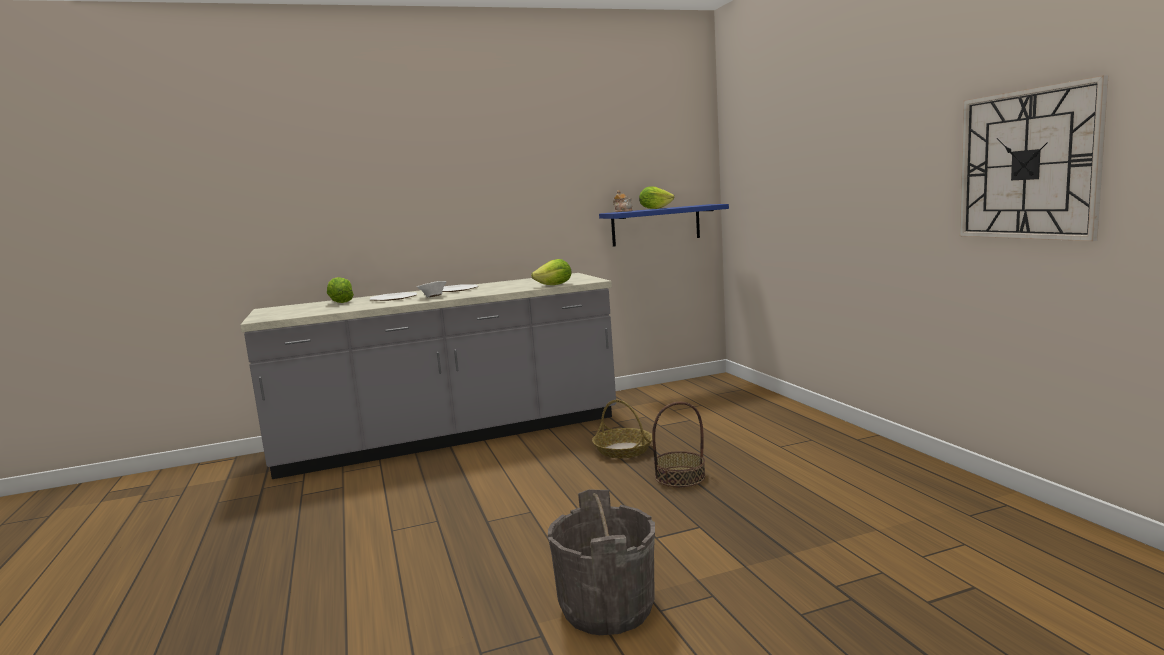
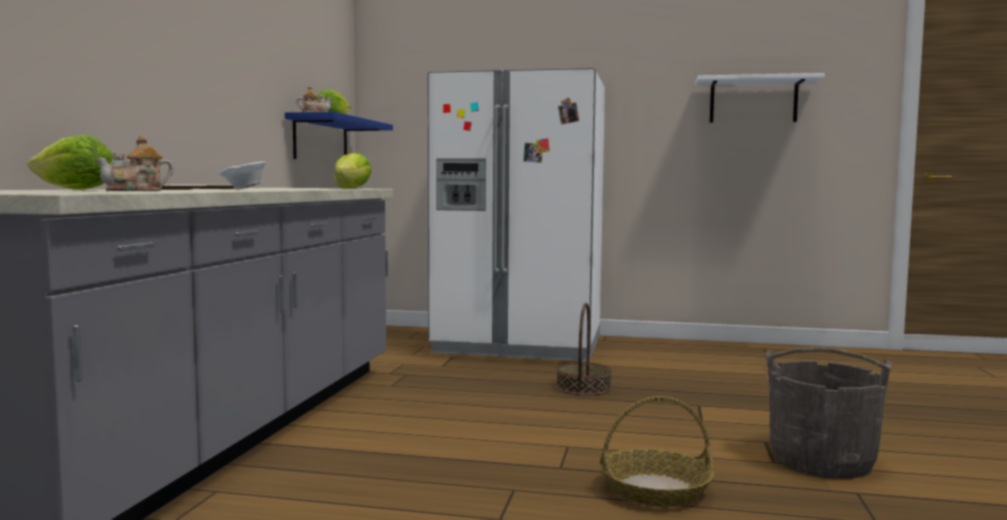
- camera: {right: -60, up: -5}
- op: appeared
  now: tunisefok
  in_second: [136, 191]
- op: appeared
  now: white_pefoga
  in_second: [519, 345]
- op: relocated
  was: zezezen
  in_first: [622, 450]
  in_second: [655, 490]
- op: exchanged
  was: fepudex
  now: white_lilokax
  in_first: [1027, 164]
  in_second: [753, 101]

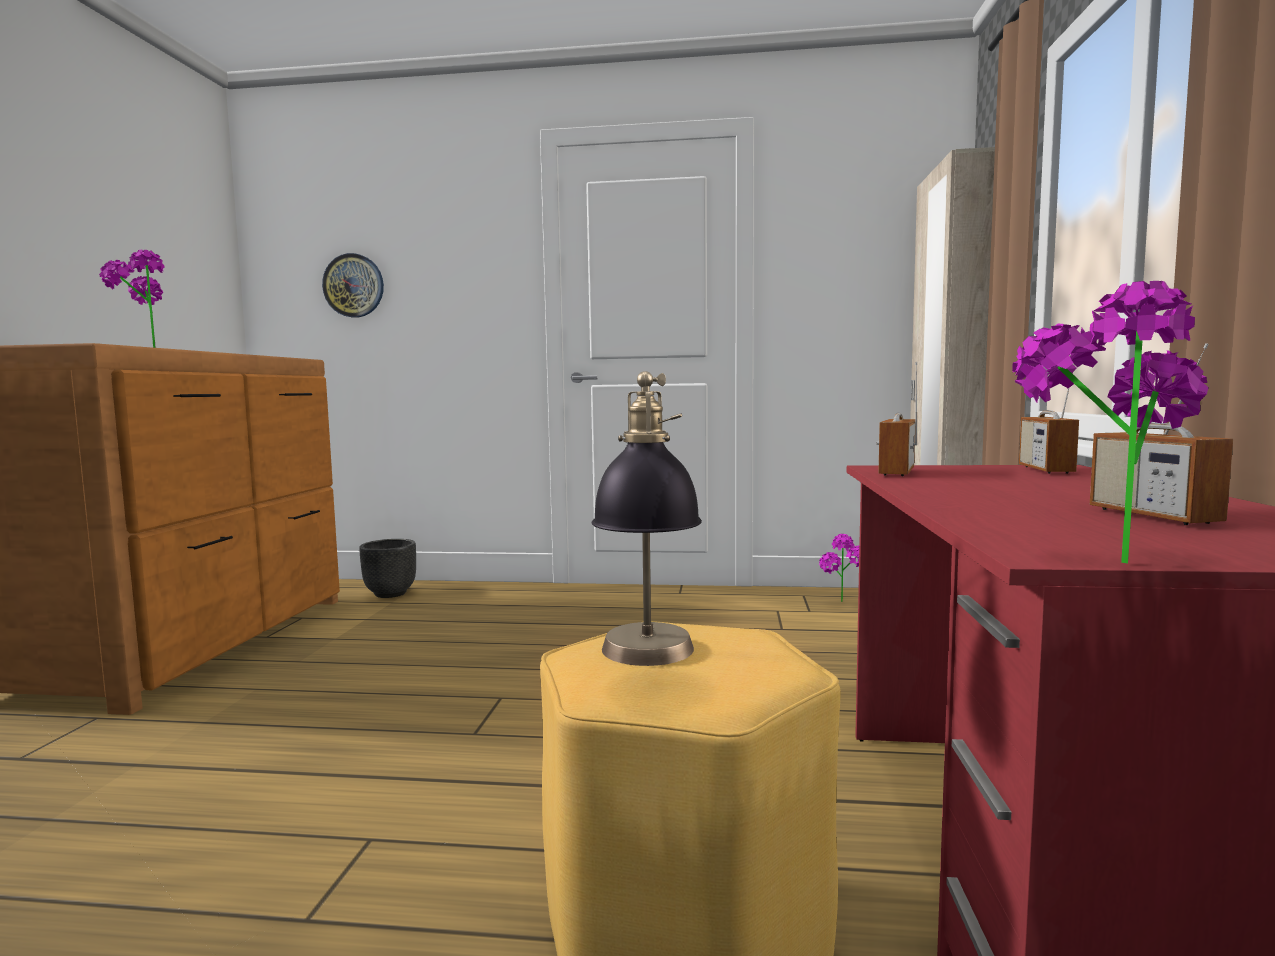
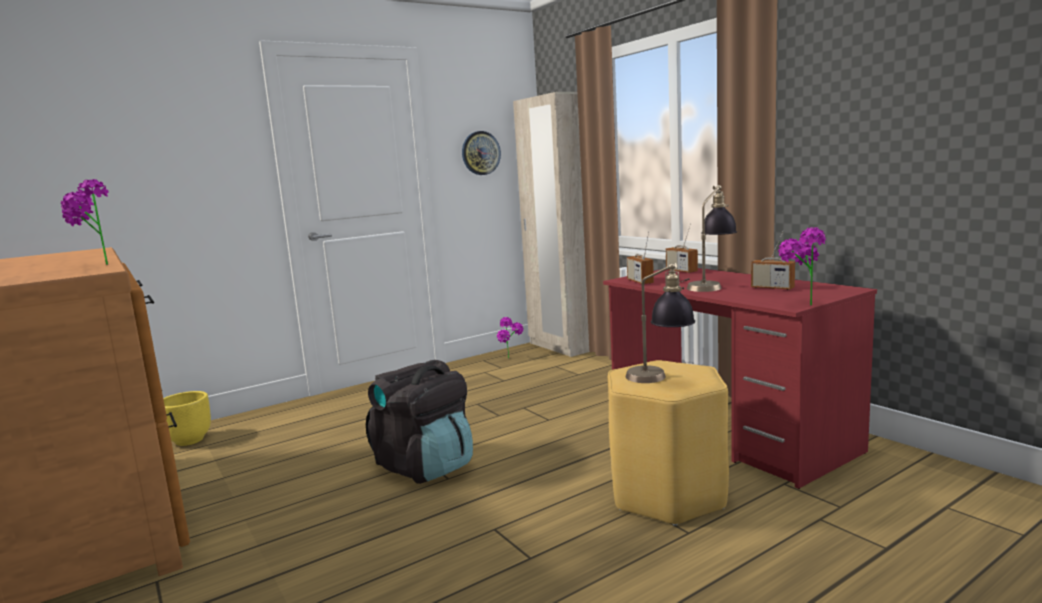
- camera: {right: -40, up: 5}
- op: appeared
  now: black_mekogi
  in_second: [425, 466]
- op: appeared
  now: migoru
  in_second: [712, 285]
- op: relocated
  was: fepudex
  in_first: [354, 285]
  in_second: [480, 153]
- op: colour
  was: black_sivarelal
  now: yellow_sivarelal
  in_first: [391, 594]
  in_second: [189, 440]

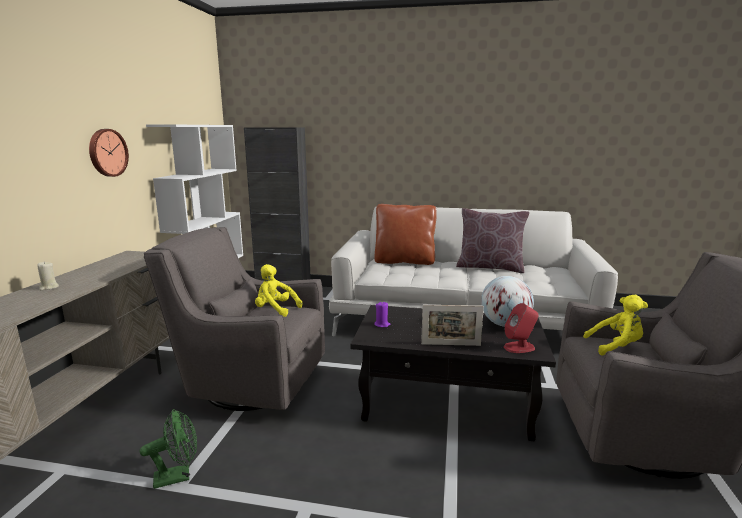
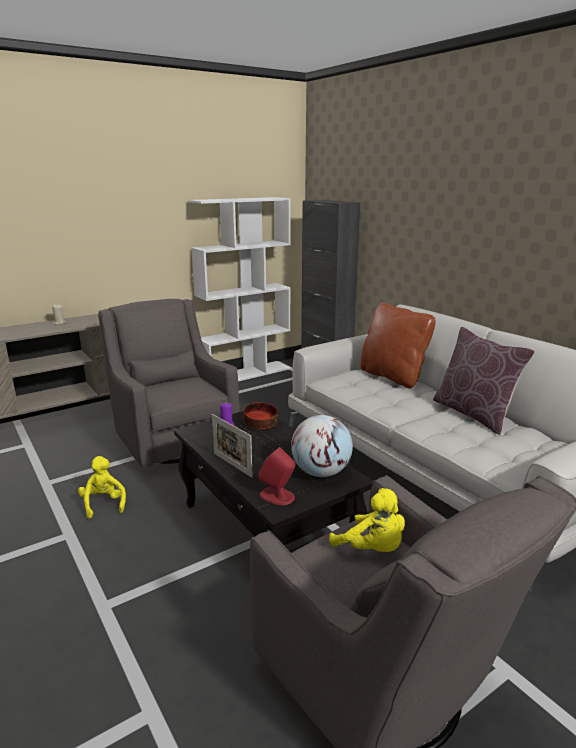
- camera: {right: 45, up: 5}
- op: missing
  was: fepudex
  in_first: [107, 152]
- op: missing
  was: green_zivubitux
  in_first: [178, 476]
- op: appeared
  now: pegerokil
  in_second: [260, 423]
- op: relocated
  was: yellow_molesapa
  in_first: [275, 310]
  in_second: [103, 504]

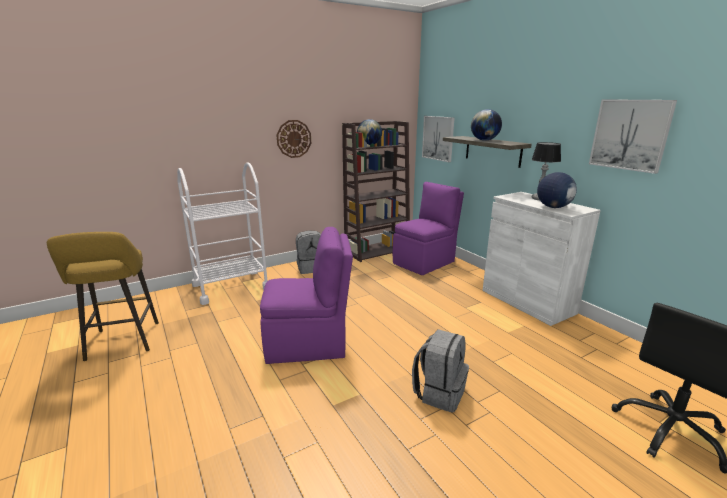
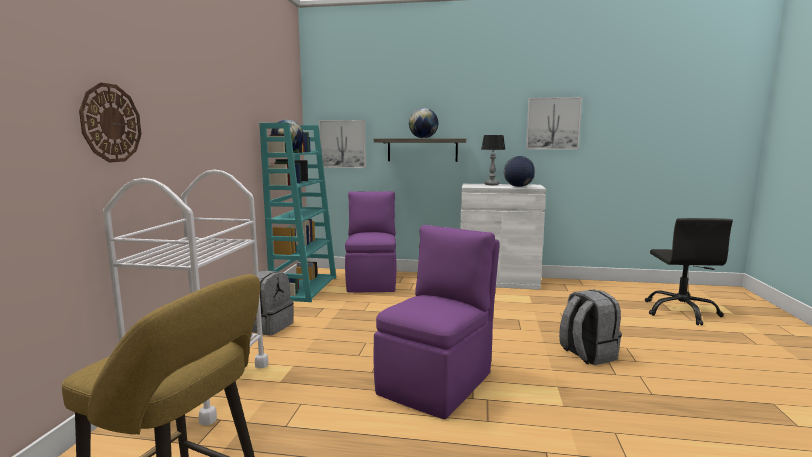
- camera: {right: -50, up: -10}
- op: relocated
  was: fepudex
  in_first: [294, 139]
  in_second: [111, 123]
- op: colour
  was: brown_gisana
  now: turquoise_gisana
  in_first: [377, 250]
  in_second: [304, 287]

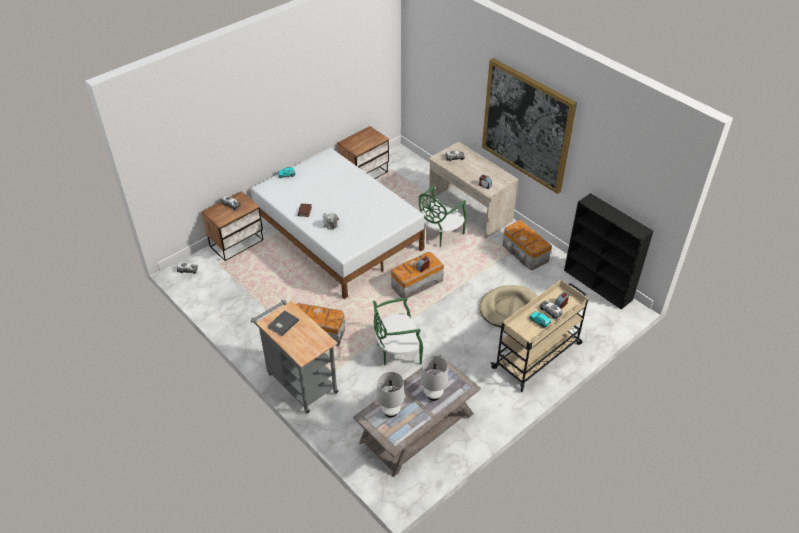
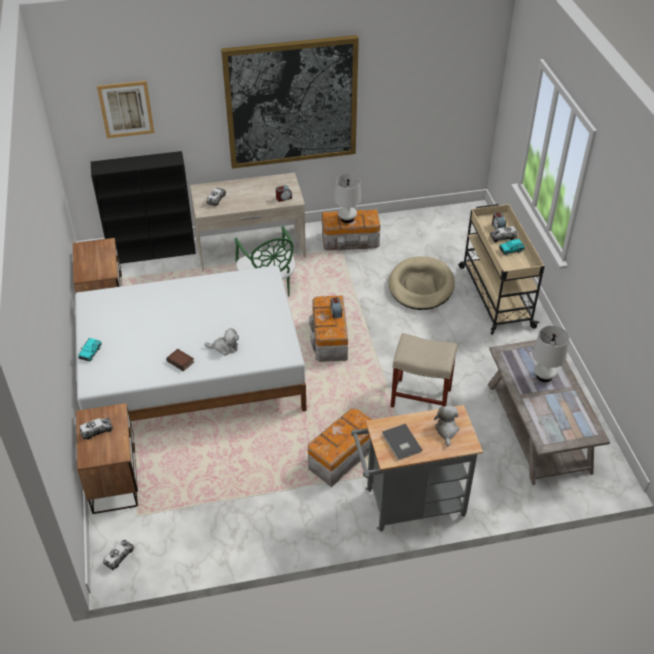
- camera: {right: -60, up: 0}
- op: appeared
  now: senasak
  in_second: [126, 109]
- op: appeared
  now: molesapa
  in_second: [446, 430]
- op: relocated
  was: white_migoru
  in_first: [390, 411]
  in_second: [347, 219]
- op: relocated
  was: black_gisana
  in_first: [598, 285]
  in_second: [153, 252]
- op: exchanged
  was: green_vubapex
  now: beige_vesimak
  in_first: [397, 351]
  in_second: [420, 398]

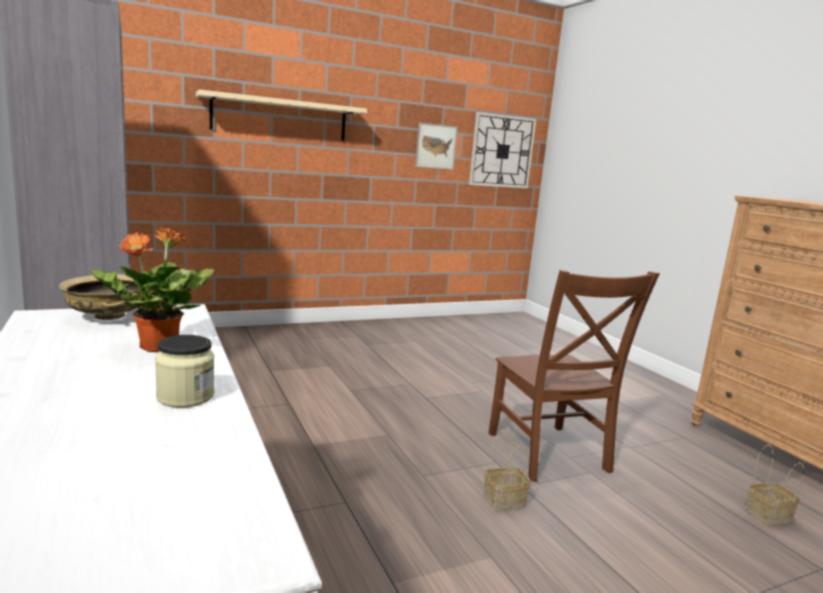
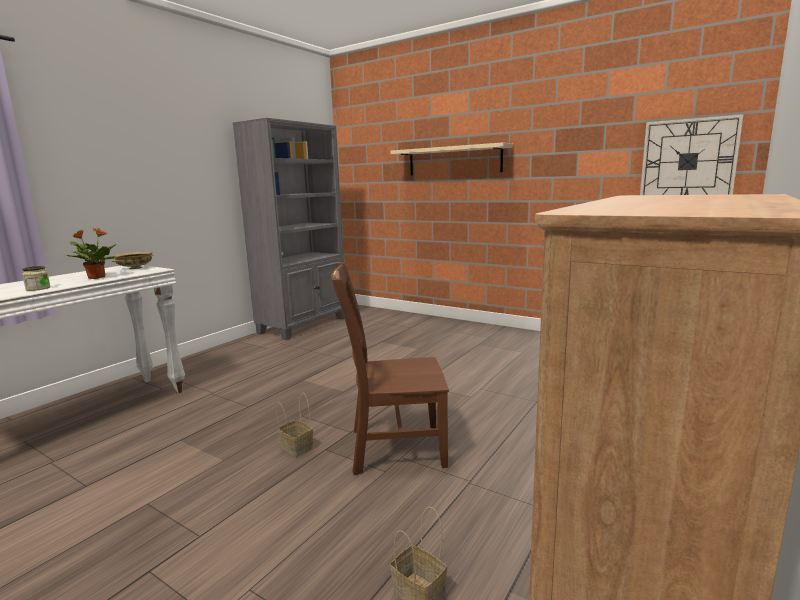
- camera: {right: 60, up: 0}
- op: missing
  was: senasak
  in_first: [436, 146]
- op: spun
  was: brown_vubapex
  in_first: [549, 454]
  in_second: [392, 448]
  clockwise: 45

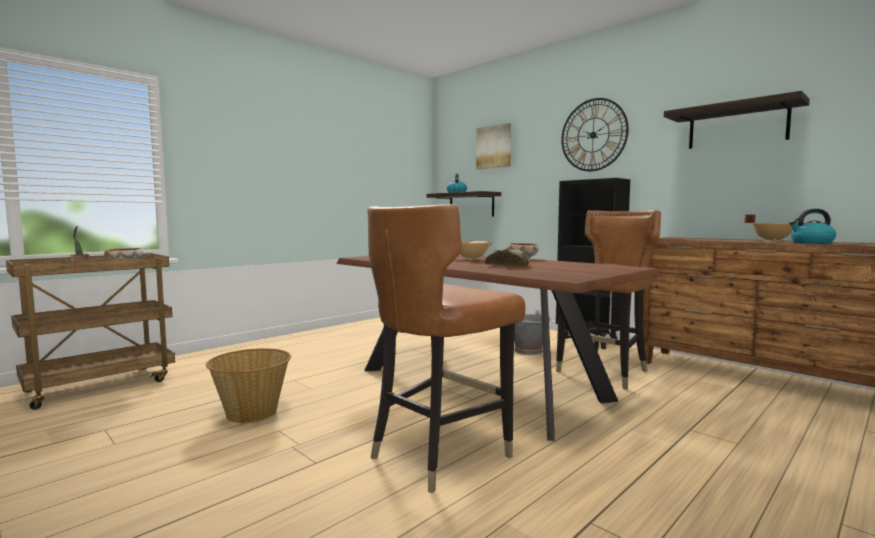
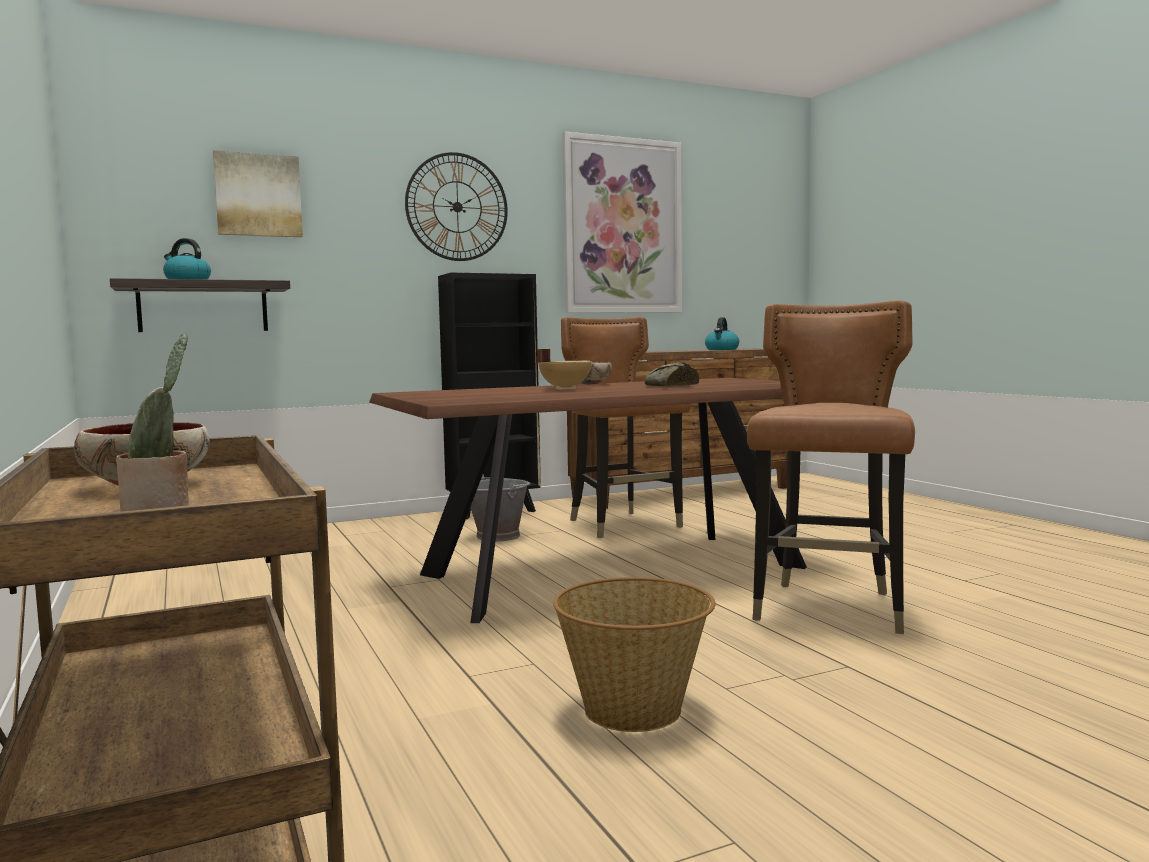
- camera: {right: -70, up: 0}
- op: missing
  was: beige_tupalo
  in_first: [772, 240]
- op: exchanged
  was: lilokax
  now: senasak
  in_first: [737, 126]
  in_second: [622, 226]
- op: spun
  was: brown_vubapex
  in_first: [439, 454]
  in_second: [830, 609]
  clockwise: -135

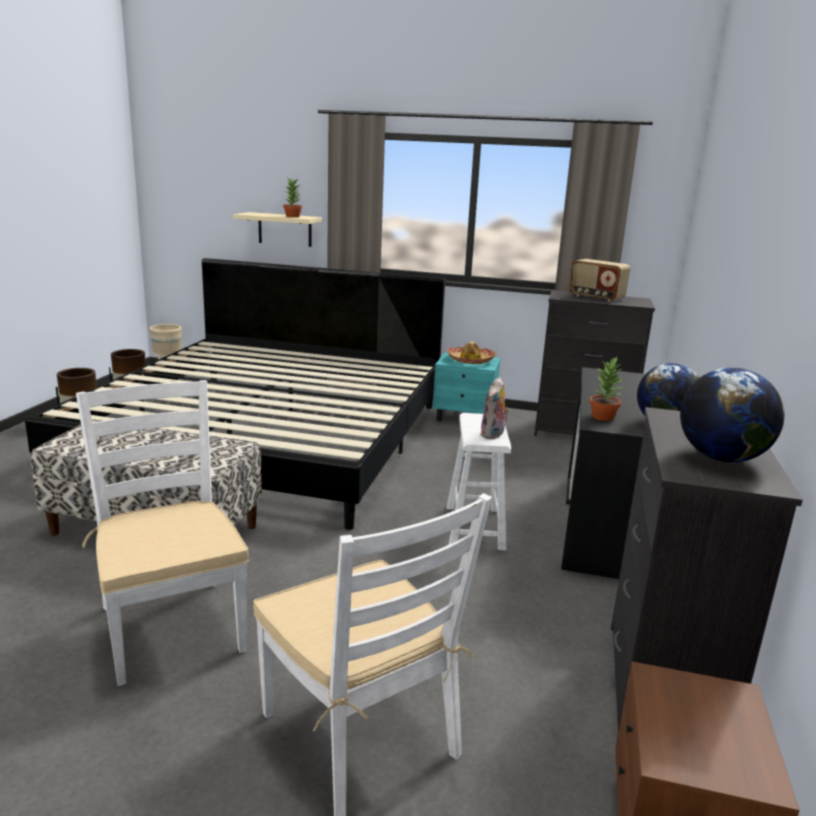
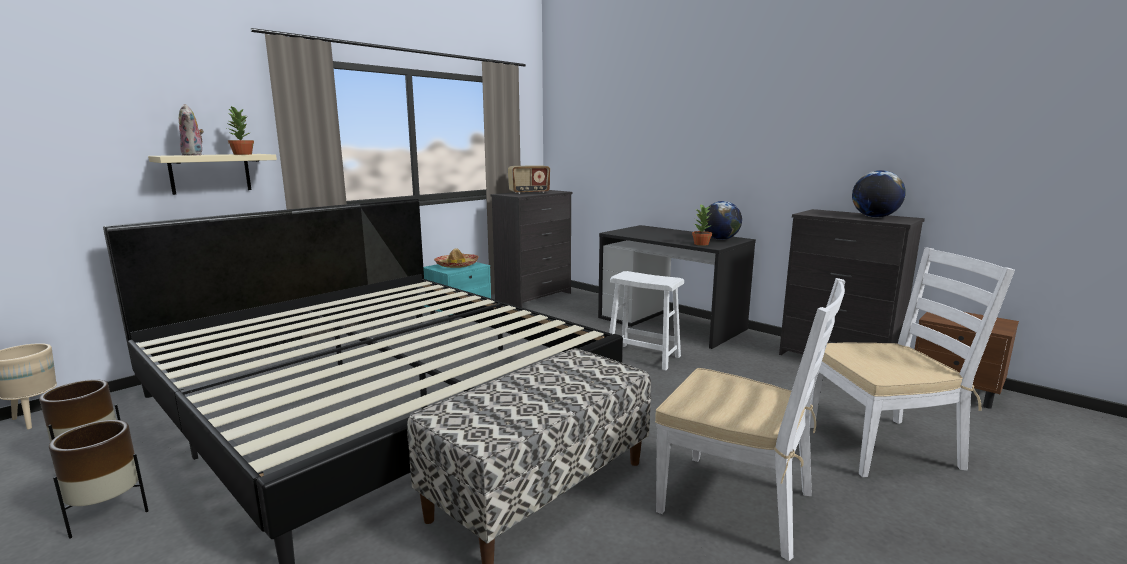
- camera: {right: -60, up: -5}
- op: relocated
  was: molesapa
  in_first: [493, 435]
  in_second: [194, 155]
- op: spun
  was: white_vubapex
  in_first: [171, 627]
  in_second: [737, 502]
  clockwise: -150

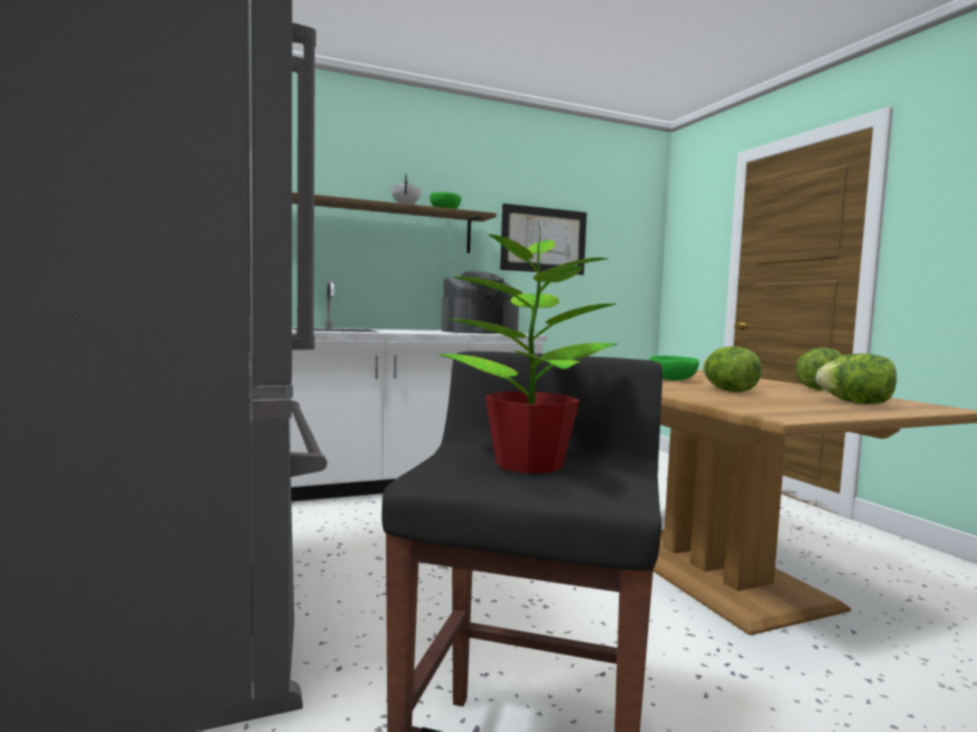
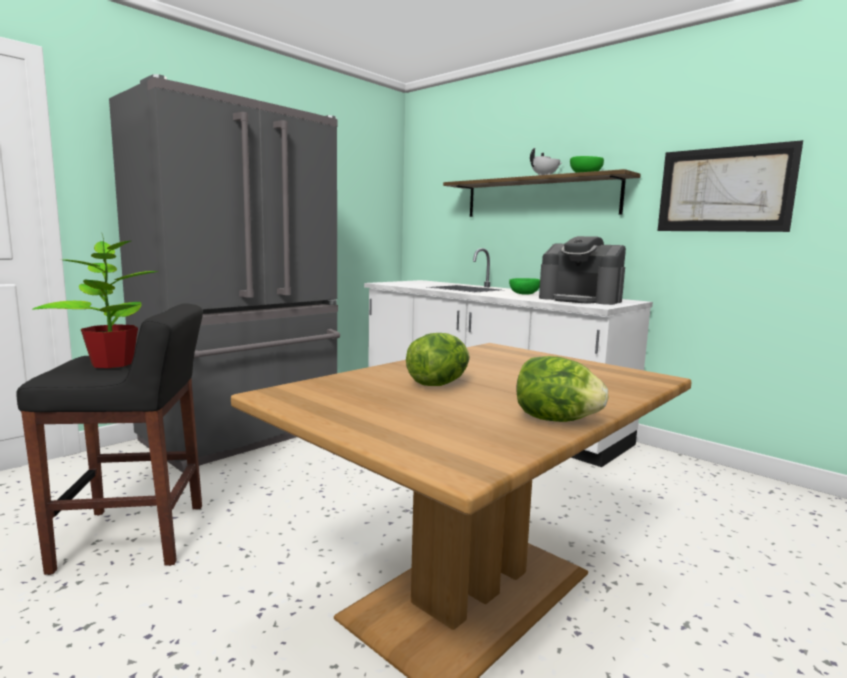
- camera: {right: 65, up: 5}
- op: missing
  was: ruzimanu
  in_first: [856, 403]
- op: relocated
  was: green_pegerokil
  in_first: [673, 380]
  in_second: [525, 294]

